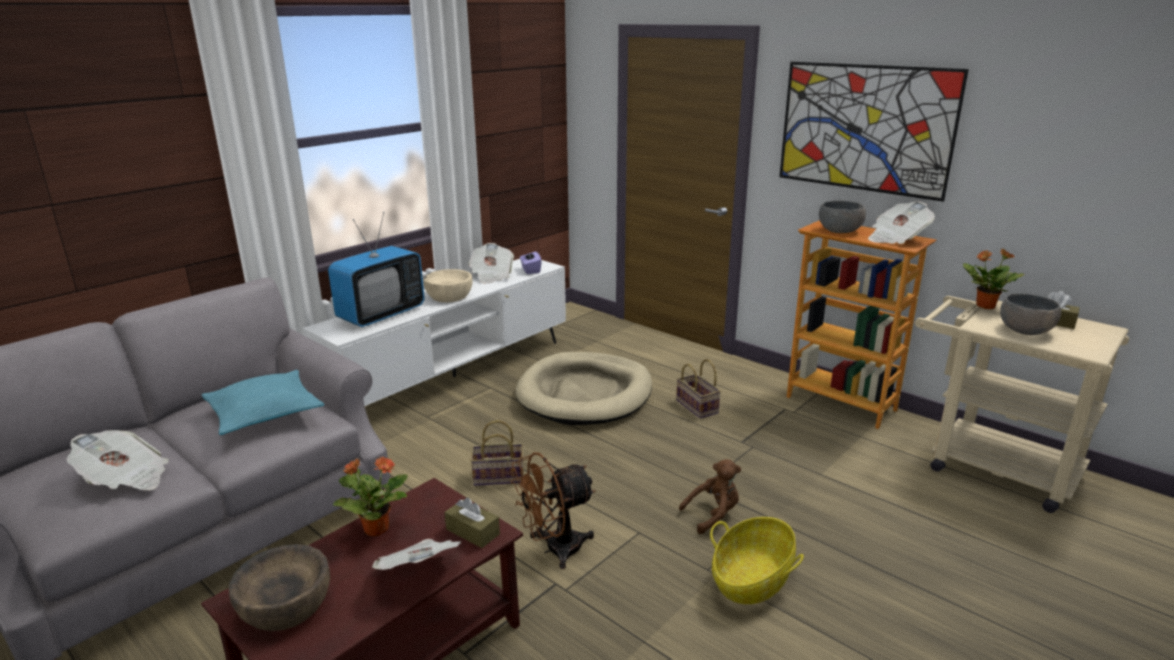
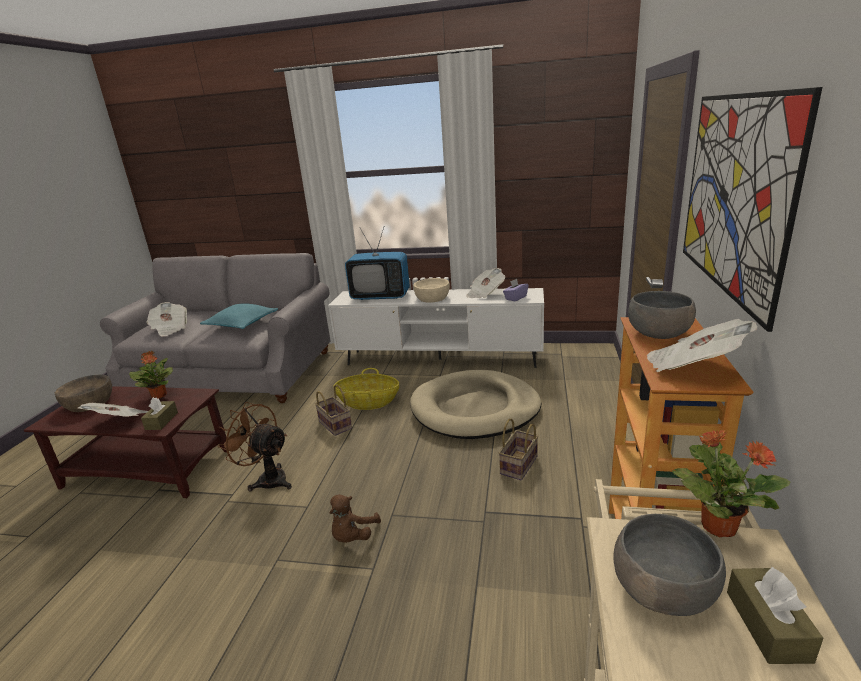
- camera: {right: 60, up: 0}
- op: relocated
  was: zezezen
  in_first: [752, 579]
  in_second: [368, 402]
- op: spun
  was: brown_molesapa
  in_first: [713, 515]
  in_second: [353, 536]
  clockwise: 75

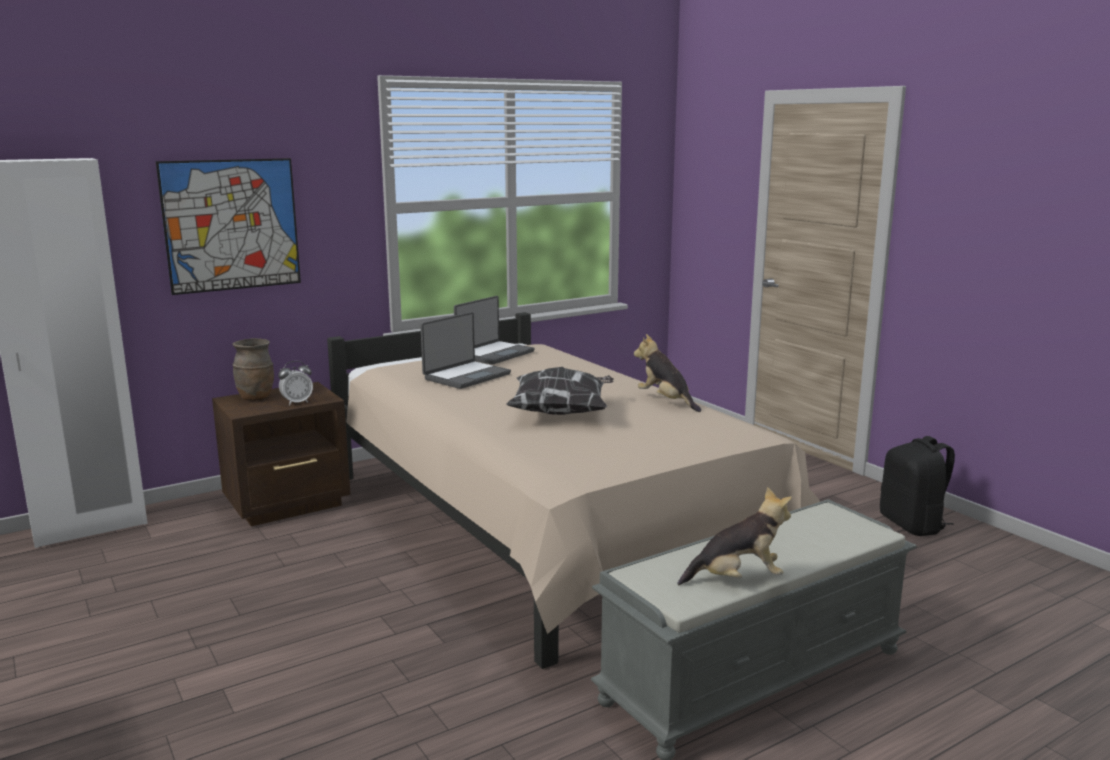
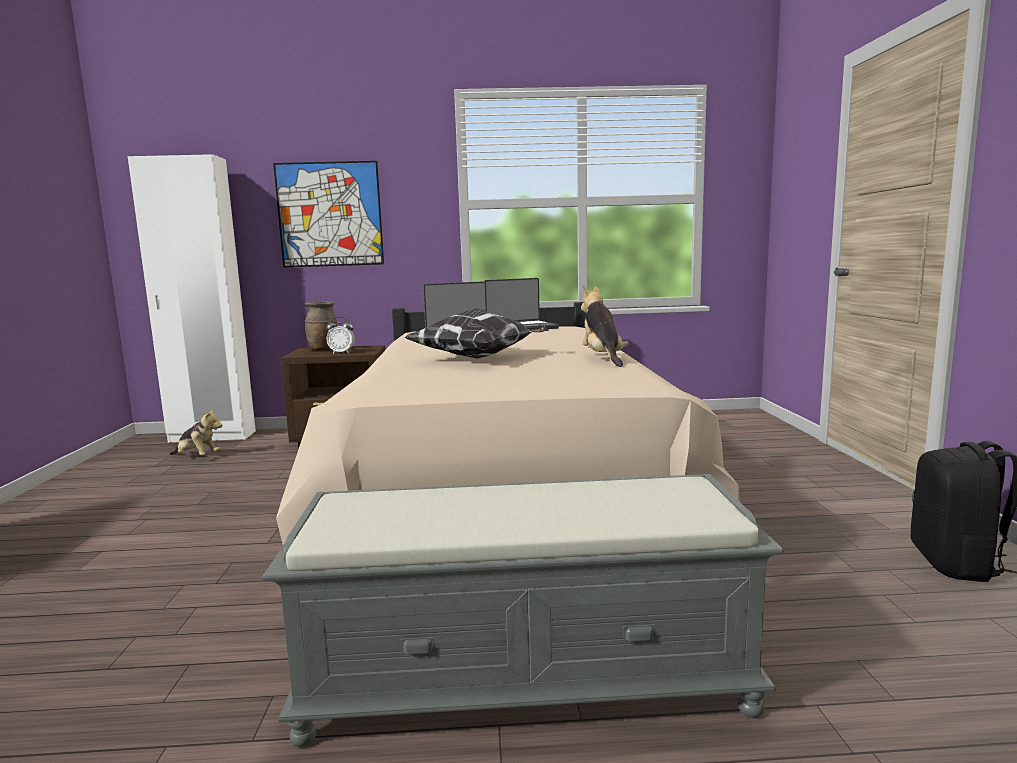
- camera: {right: 30, up: -5}
- op: relocated
  was: molesapa
  in_first: [737, 579]
  in_second: [197, 457]

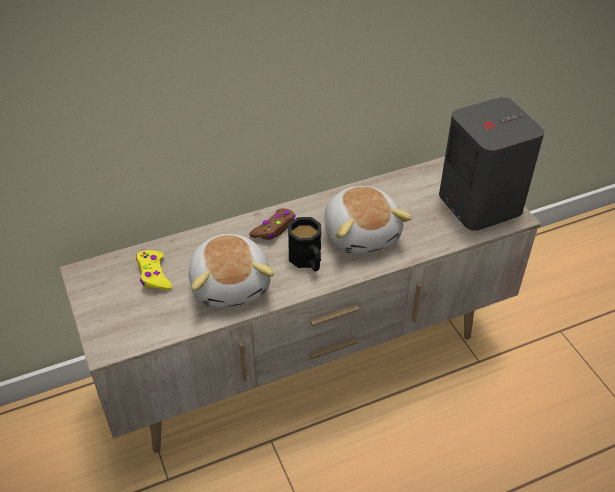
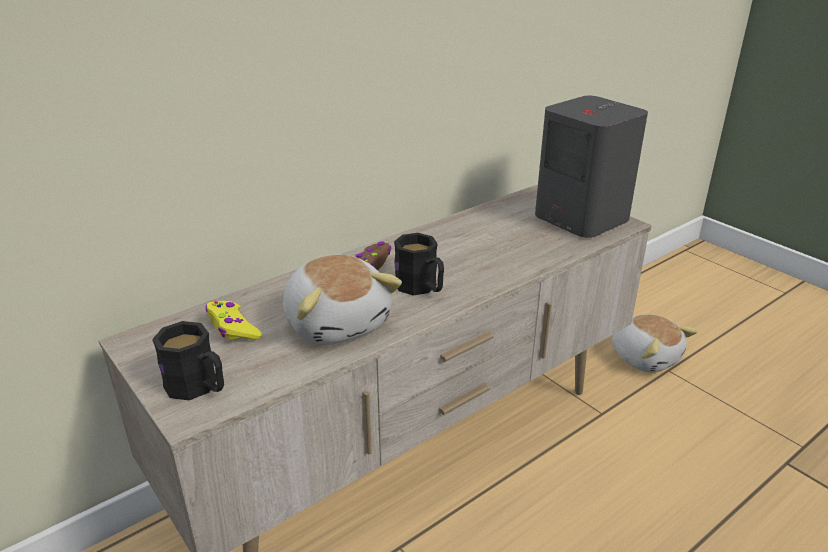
- camera: {right: -15, up: -15}
- op: appeared
  now: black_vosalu
  in_second: [198, 387]
- op: relocated
  was: molesapa
  in_first: [362, 234]
  in_second: [645, 357]

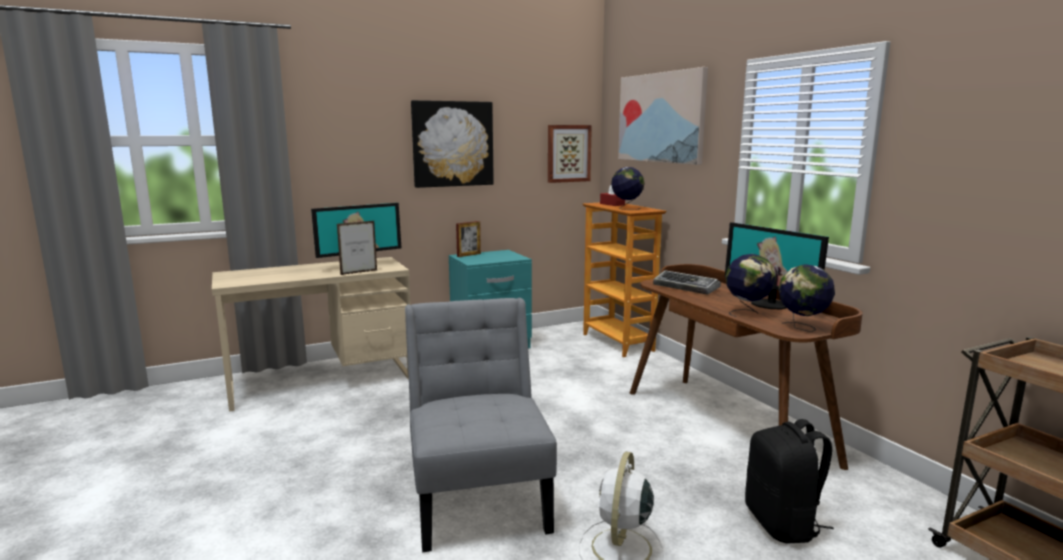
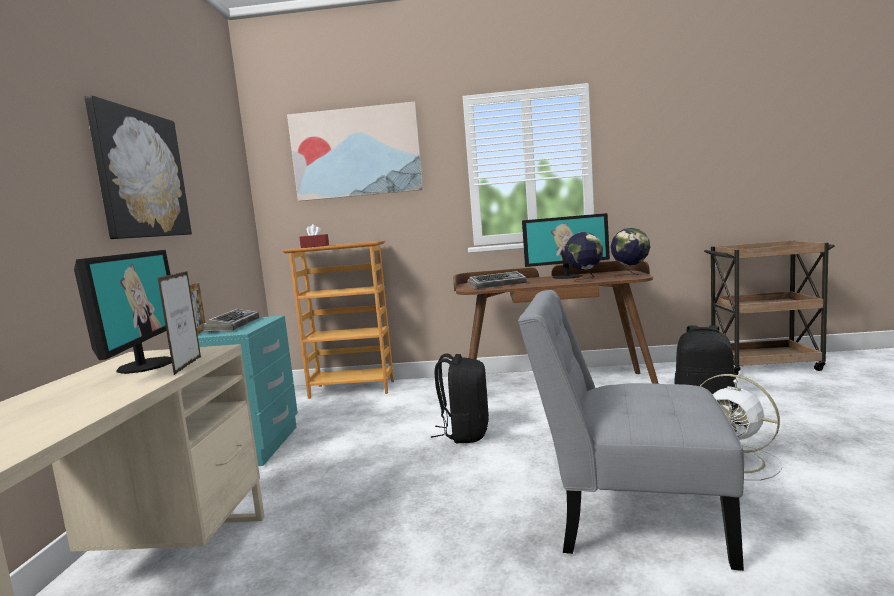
- camera: {right: -60, up: -5}
- op: missing
  was: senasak
  in_first: [568, 153]
- op: missing
  was: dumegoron
  in_first: [626, 208]
- op: appeared
  now: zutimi
  in_second: [233, 325]
- op: appeared
  now: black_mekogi
  in_second: [465, 433]

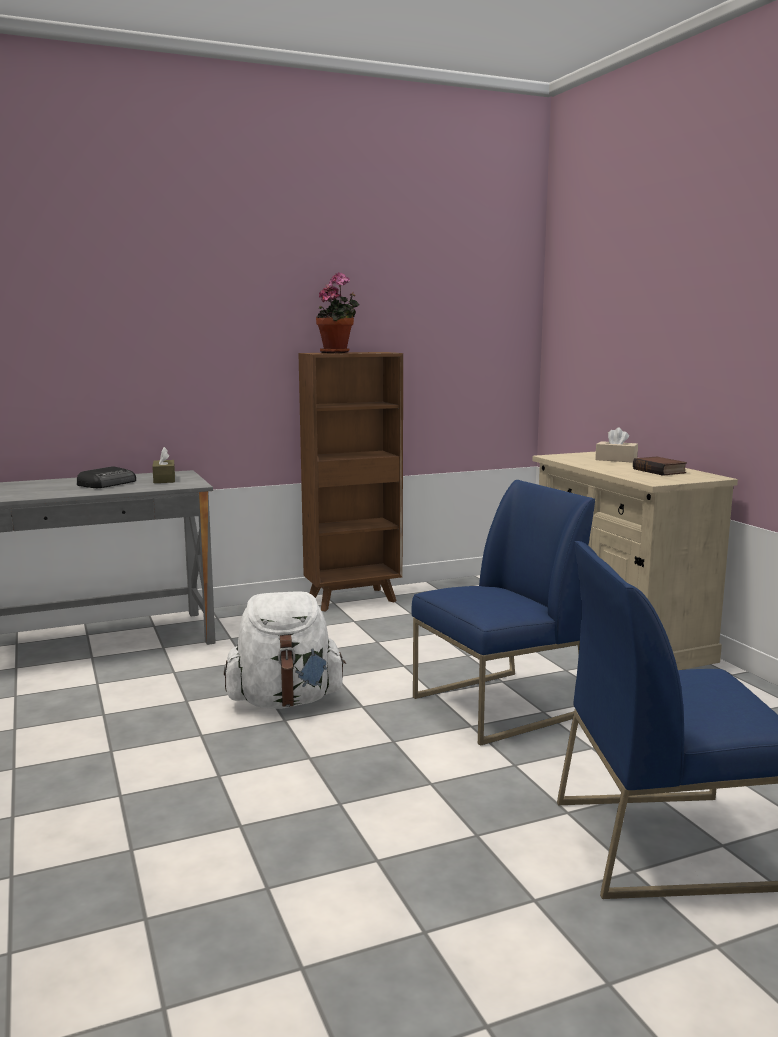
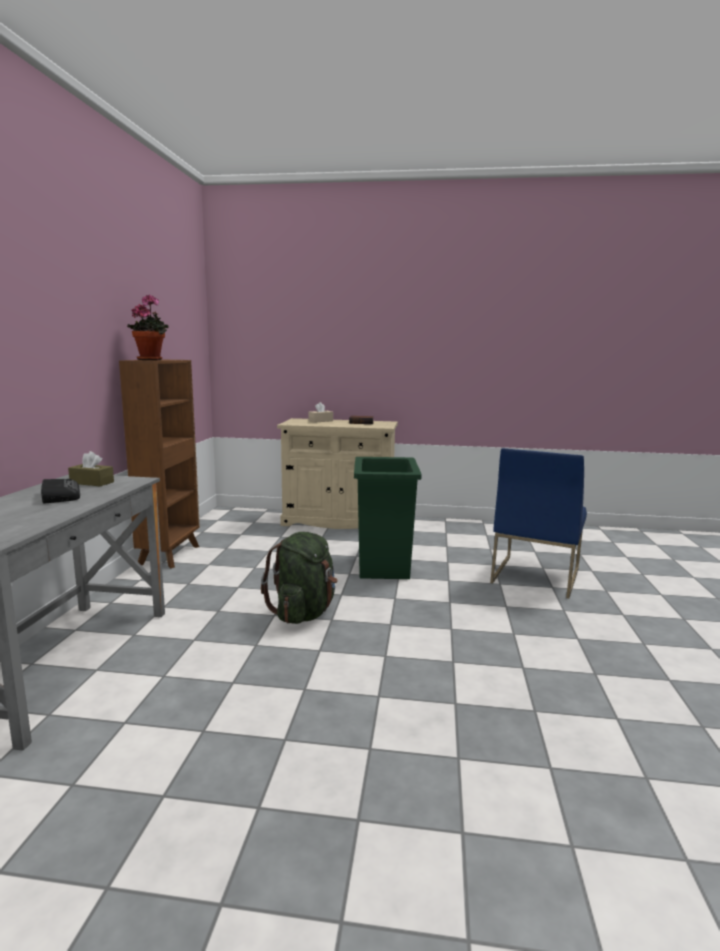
- camera: {right: -60, up: 0}
- op: exchanged
  was: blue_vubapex
  now: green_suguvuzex
  in_first: [497, 707]
  in_second: [384, 565]
- op: colour
  was: white_mekogi
  now: green_mekogi
  in_first: [285, 701]
  in_second: [304, 613]

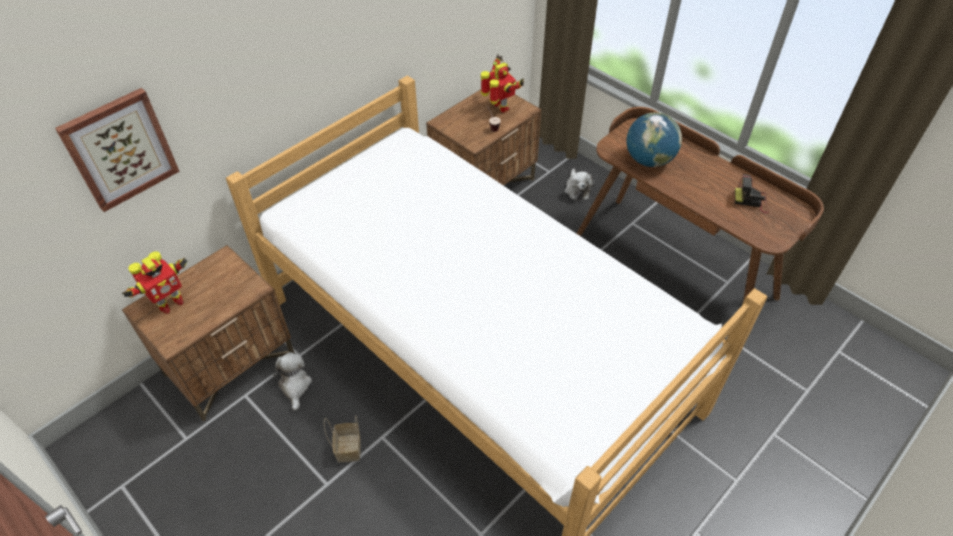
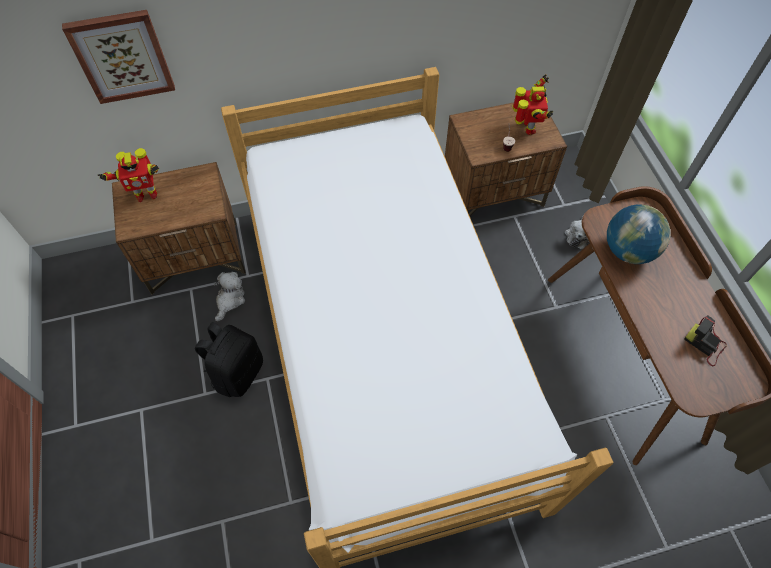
- camera: {right: 30, up: 10}
- op: exchanged
  was: zezezen
  now: black_mekogi
  in_first: [348, 447]
  in_second: [237, 372]

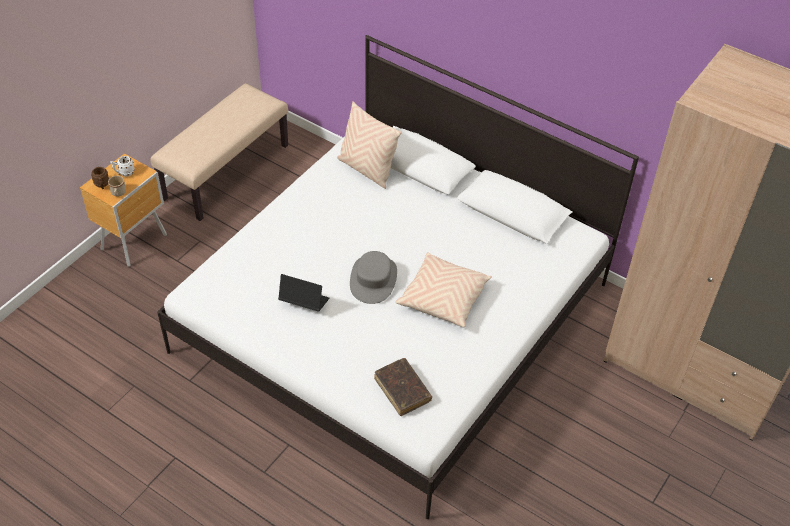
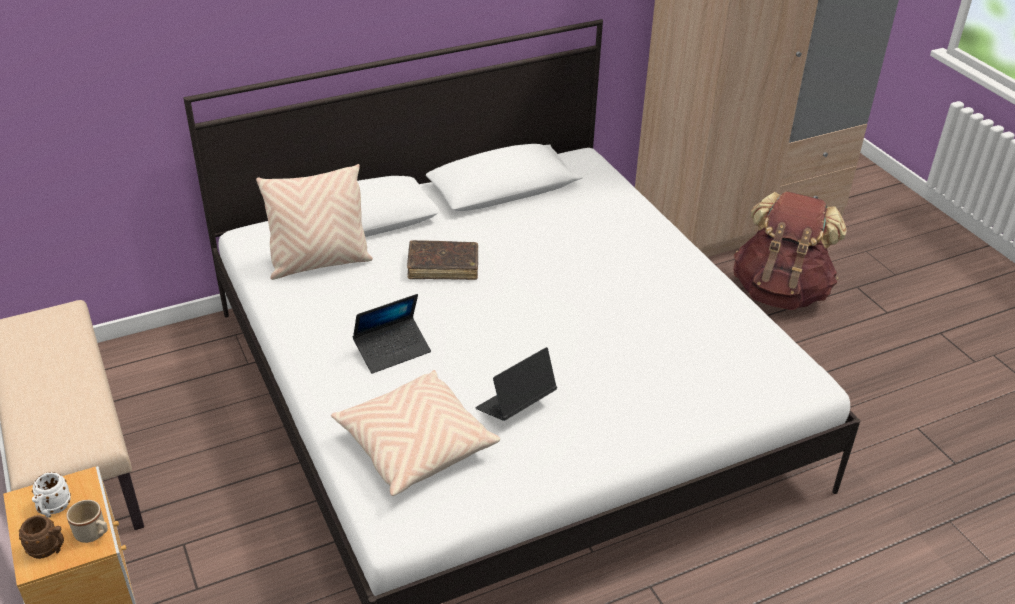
- camera: {right: -60, up: -10}
- op: missing
  was: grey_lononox
  in_first: [373, 279]
- op: appeared
  now: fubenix
  in_second: [392, 350]
- op: appeared
  now: brown_mekogi
  in_second: [780, 291]
- op: relocated
  was: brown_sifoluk
  in_first: [402, 390]
  in_second: [443, 266]
- op: relocated
  was: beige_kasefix
  in_first: [443, 298]
  in_second: [415, 445]

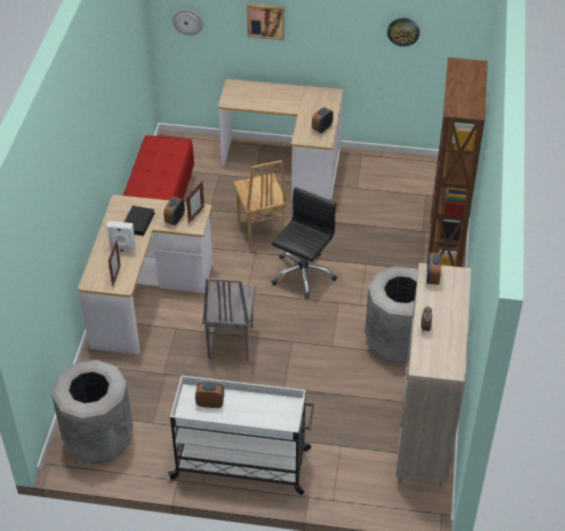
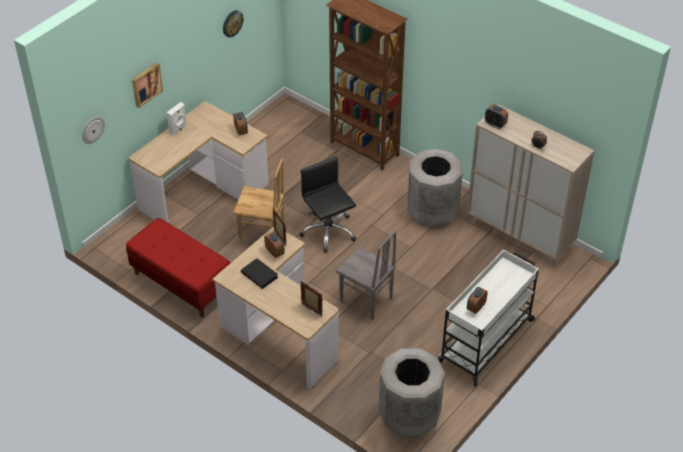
- camera: {right: -60, up: 0}
- op: relocated
  was: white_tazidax
  in_first: [123, 250]
  in_second: [178, 129]

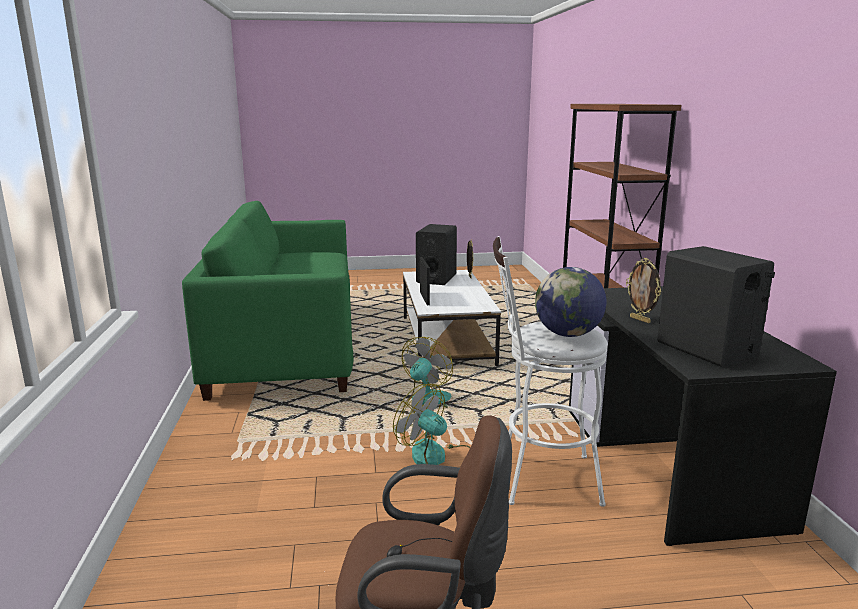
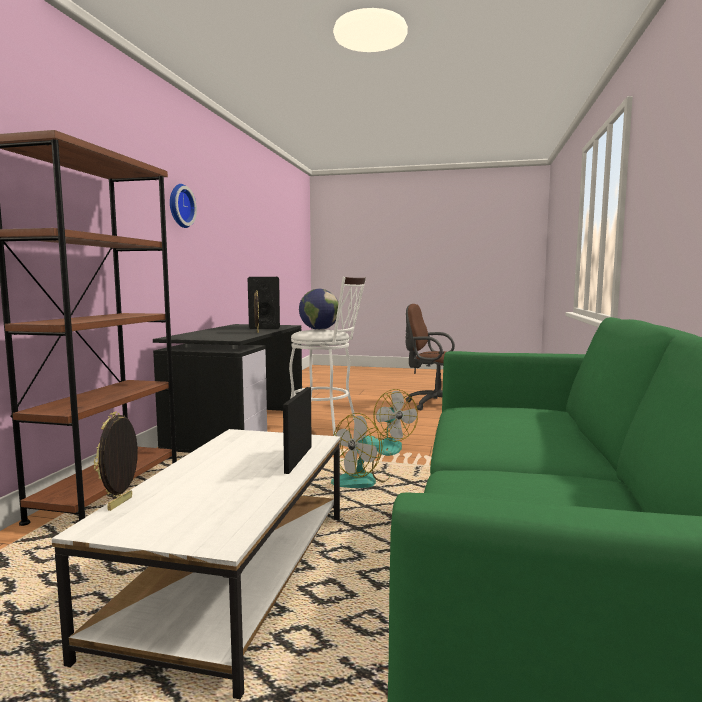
- camera: {right: -160, up: -10}
- op: missing
  was: black_tazidax
  in_first: [436, 278]
- op: appeared
  now: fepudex
  in_second: [179, 206]

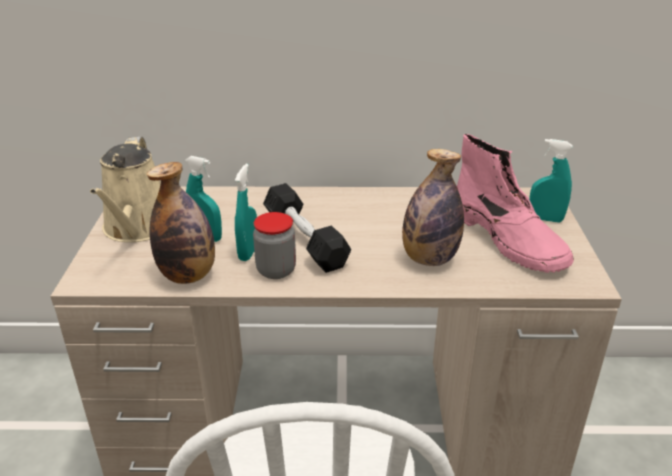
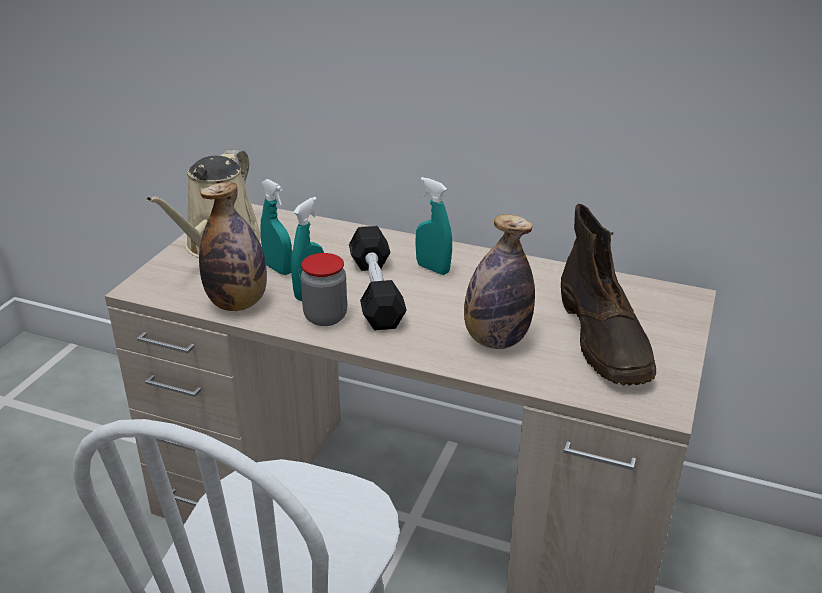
- camera: {right: 20, up: 0}
- op: relocated
  was: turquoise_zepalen
  in_first: [545, 219]
  in_second: [433, 269]
- op: colour
  was: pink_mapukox
  now: brown_mapukox
  in_first: [509, 240]
  in_second: [604, 339]

